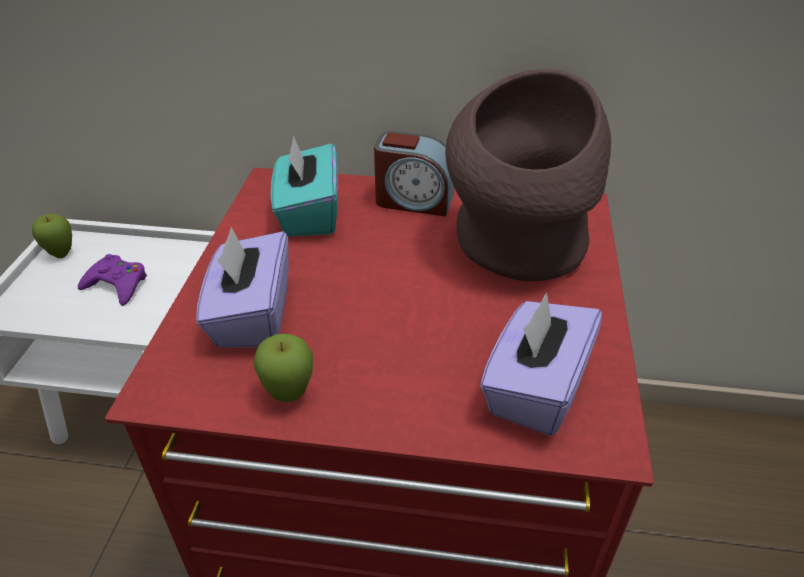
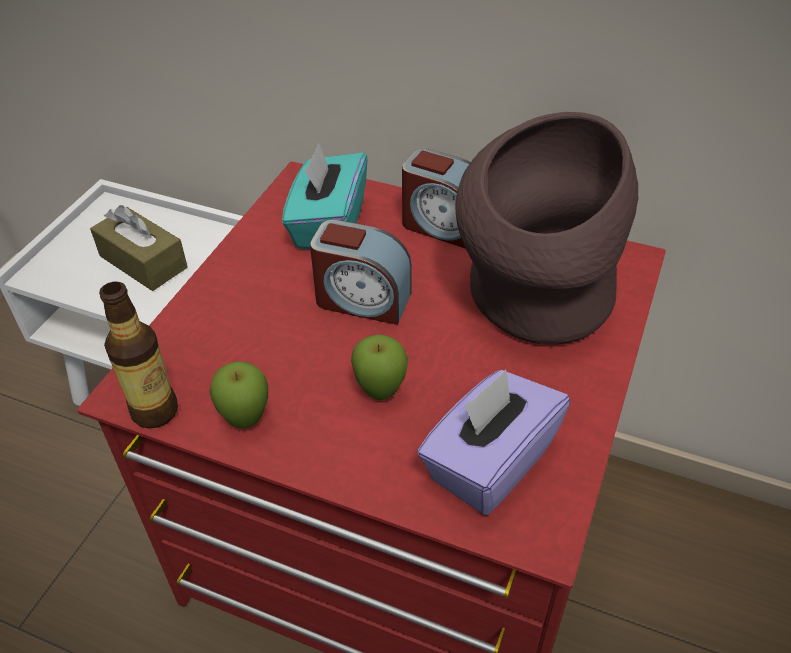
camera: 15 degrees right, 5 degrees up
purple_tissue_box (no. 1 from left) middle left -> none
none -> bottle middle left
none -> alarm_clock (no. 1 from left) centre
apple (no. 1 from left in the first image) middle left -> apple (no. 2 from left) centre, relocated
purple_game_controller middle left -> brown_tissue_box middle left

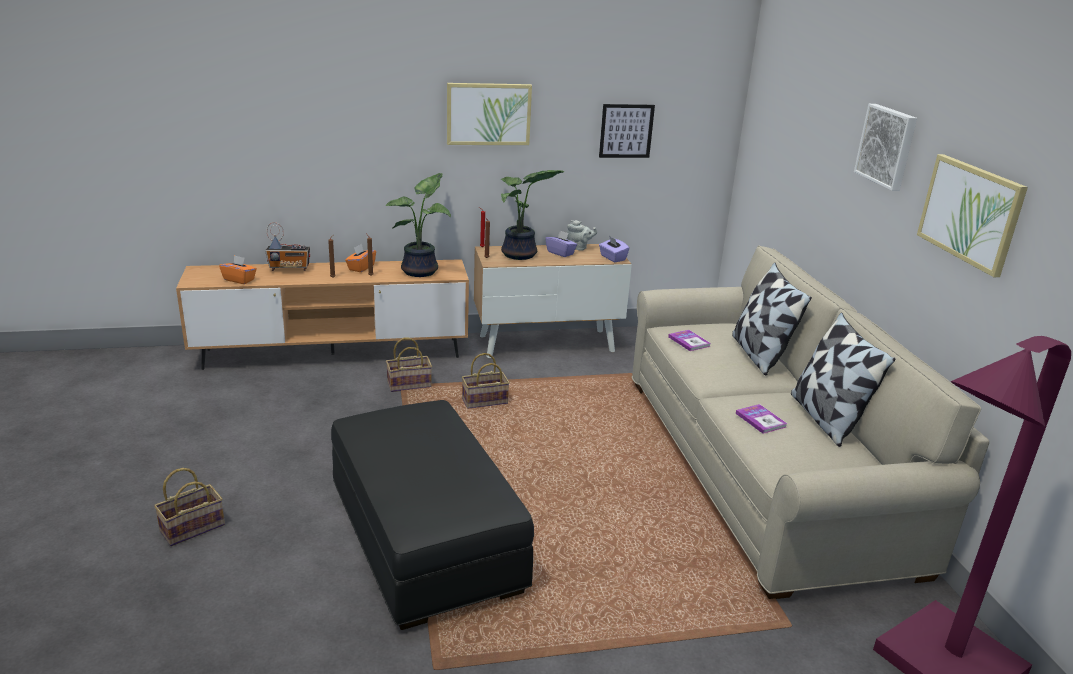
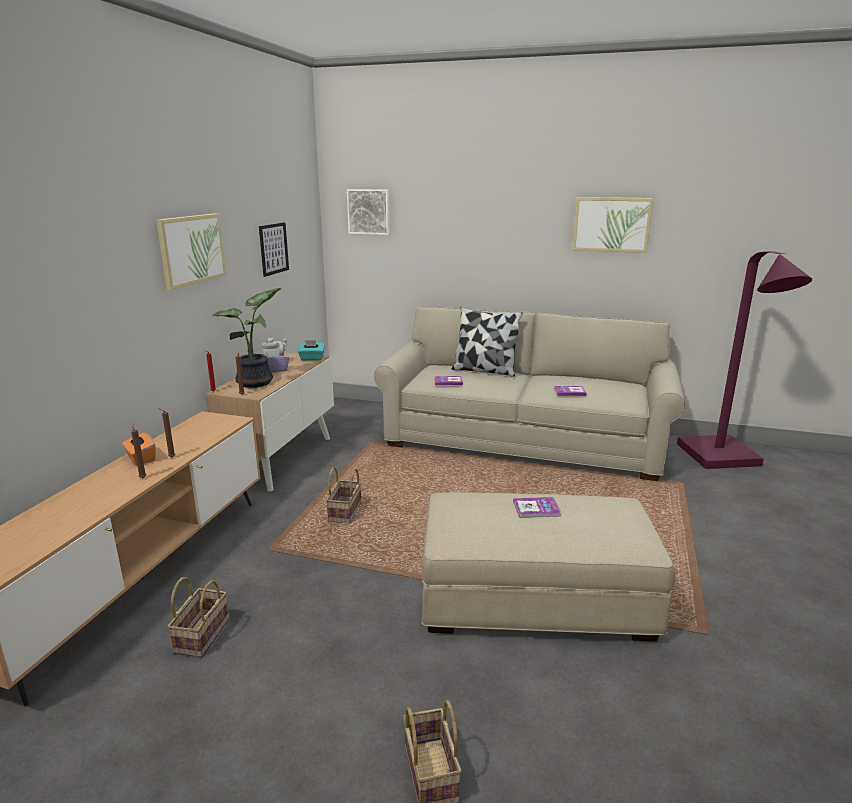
camera: 60 degrees left, 5 degrees down
orange_tissue_box (no. 1 from left) middle left -> none
radio middle left -> none
potted_plant (no. 1 from left) centre -> none
pillow (no. 2 from left) middle right -> none
none -> book (no. 2 from left) centre
basket (no. 2 from left in the first image) centre -> basket (no. 1 from left) bottom left, relocated
picture (no. 3 from left) top right -> picture (no. 3 from left) top centre, relocated
black_ottoman bottom centre -> beige_ottoman bottom centre
purple_tissue_box (no. 2 from left) centre -> turquoise_tissue_box centre

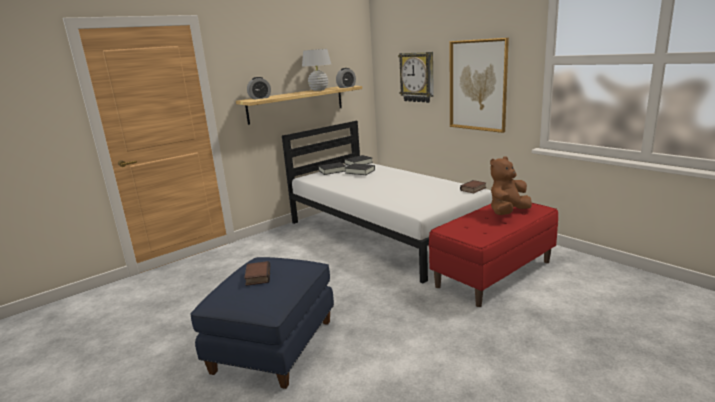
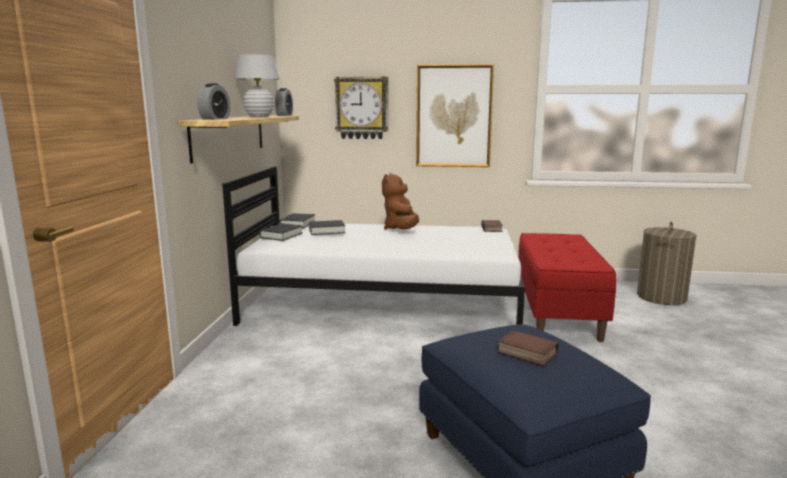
camera: 45 degrees left, 5 degrees down
none -> laundry_basket middle right
brown_plush_toy middle right -> brown_plush_toy centre, relocated

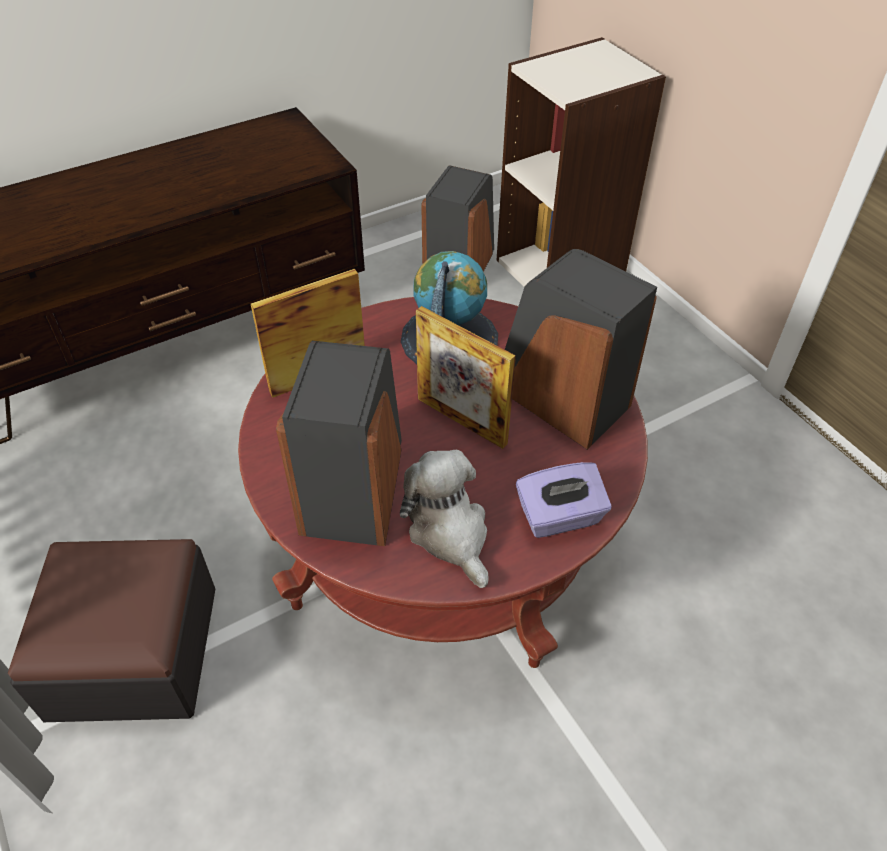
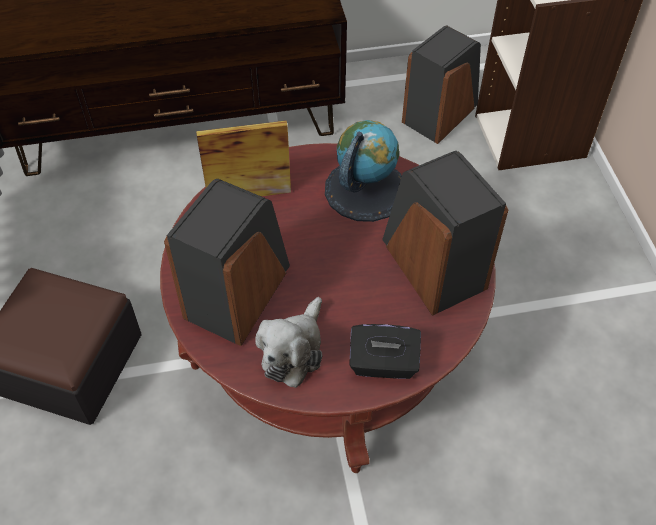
camera: 20 degrees right, 5 degrees up
picture_frame (no. 2 from left) centre -> none
purple_tissue_box centre -> black_tissue_box bottom centre
plush_toy centre, 150 degrees counterclockwise

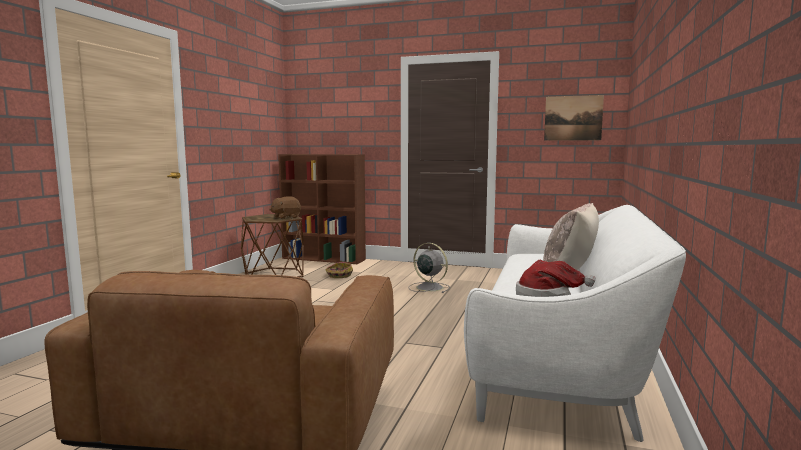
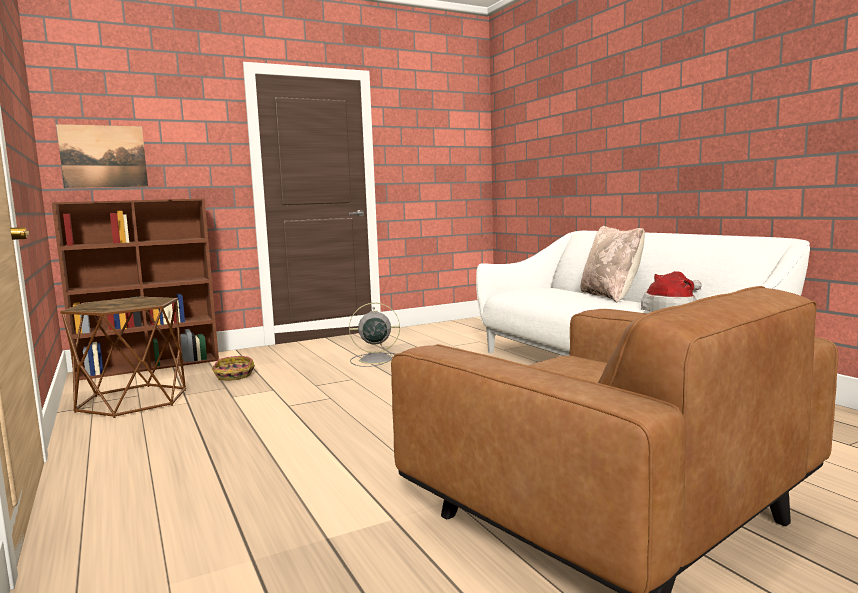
camera: 45 degrees left, 0 degrees up
brown_plush_toy centre -> none
picture top right -> picture top left, relocated

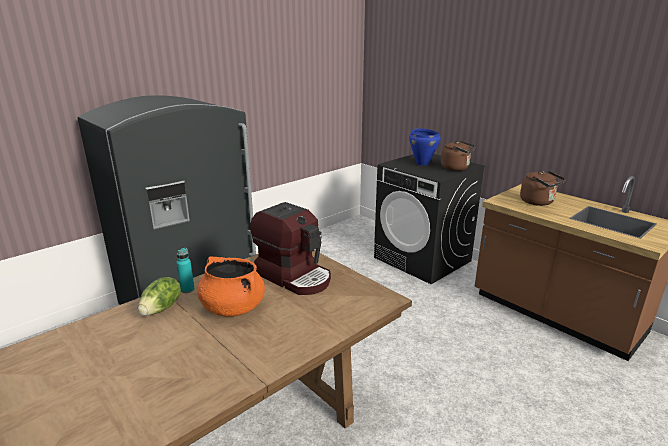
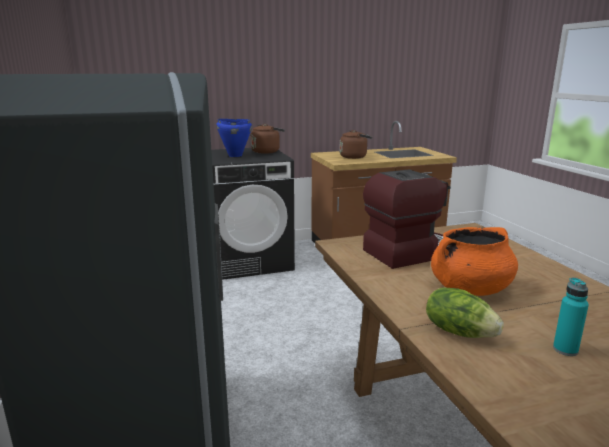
camera: 65 degrees left, 5 degrees down
turquoise_bottle middle left -> turquoise_bottle bottom right, relocated

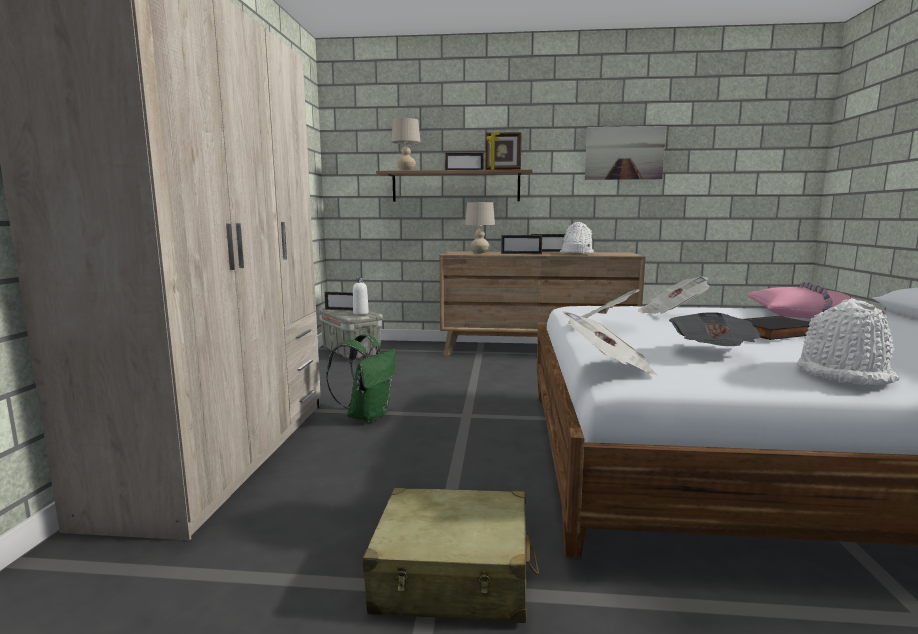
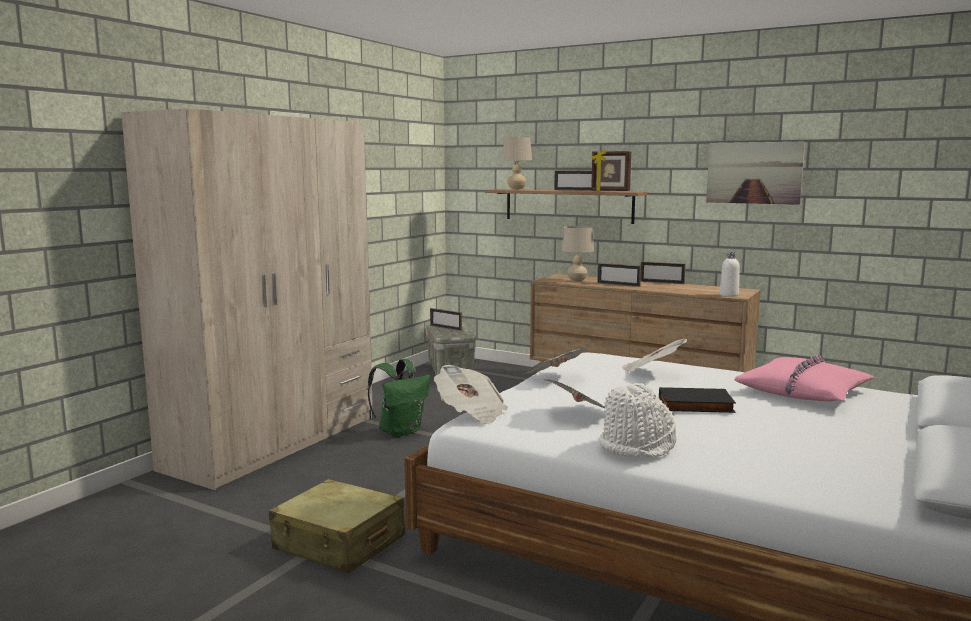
camera: 25 degrees right, 0 degrees up
white_hat (no. 1 from left) centre -> none
white_bottle centre -> white_bottle middle right, relocated

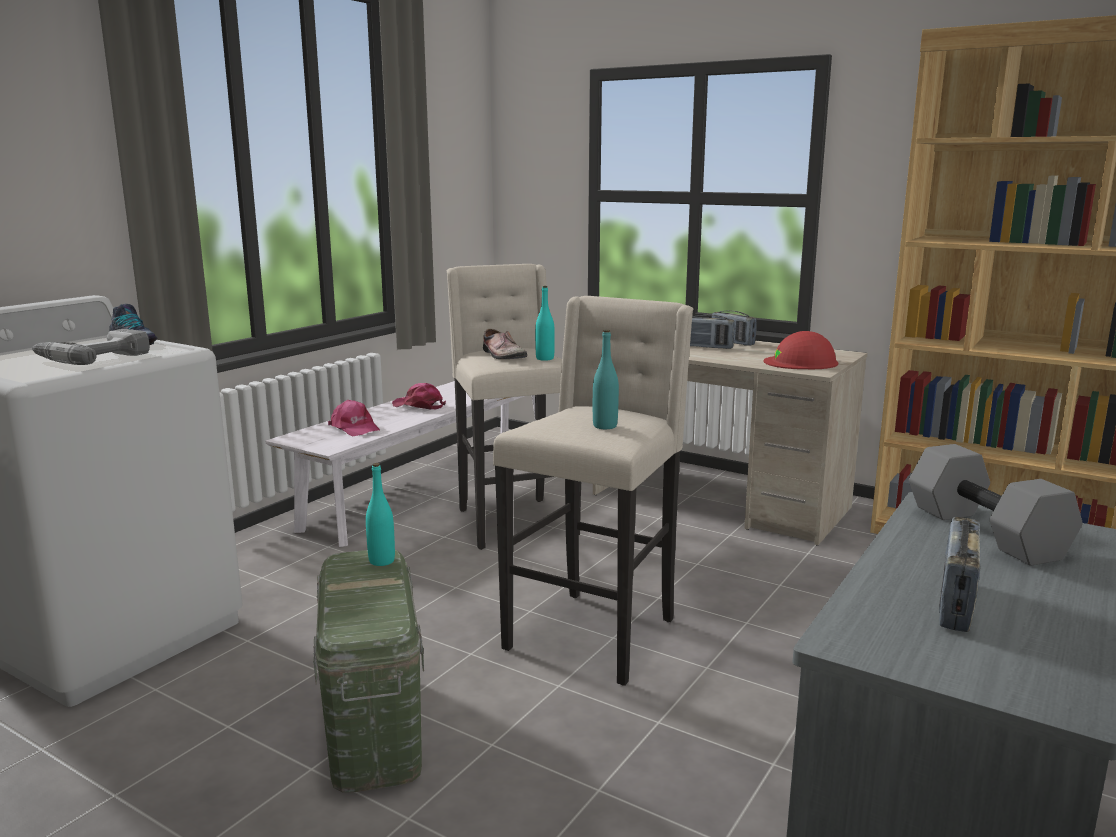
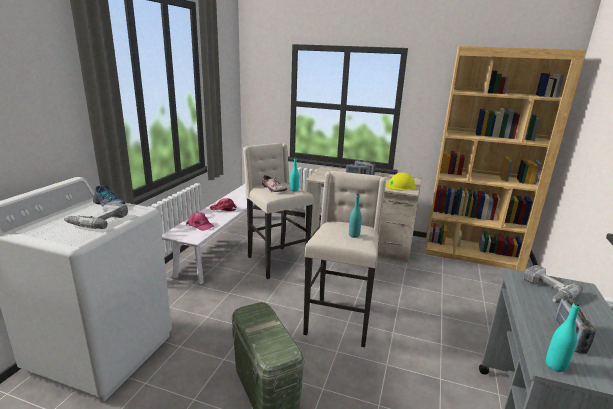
camera: 15 degrees left, 5 degrees up
turquoise_bottle (no. 1 from left in the first image) centre -> turquoise_bottle (no. 3 from left) bottom right, relocated
grey_dumbbell middle right -> power_drill (no. 2 from left) bottom right
red_hard_hat middle right -> yellow_hard_hat centre

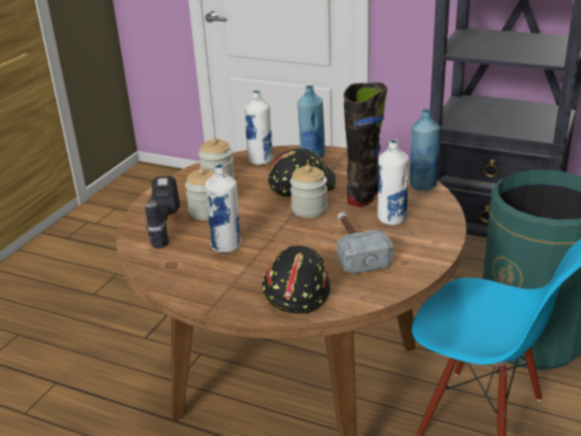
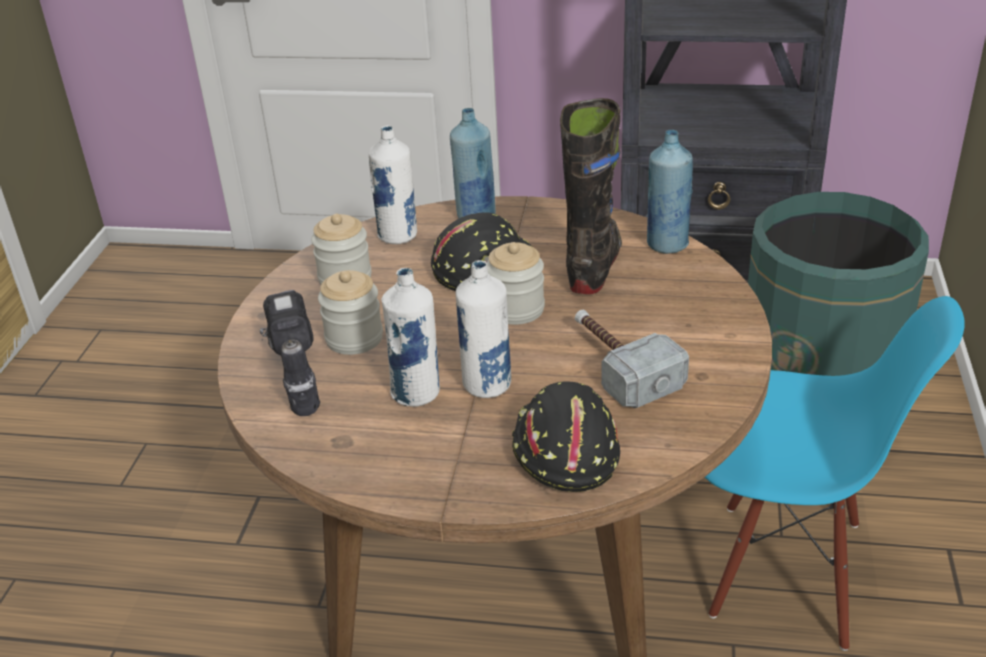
camera: 15 degrees left, 5 degrees up
white_bottle (no. 3 from left) middle right -> white_bottle (no. 3 from left) centre, relocated

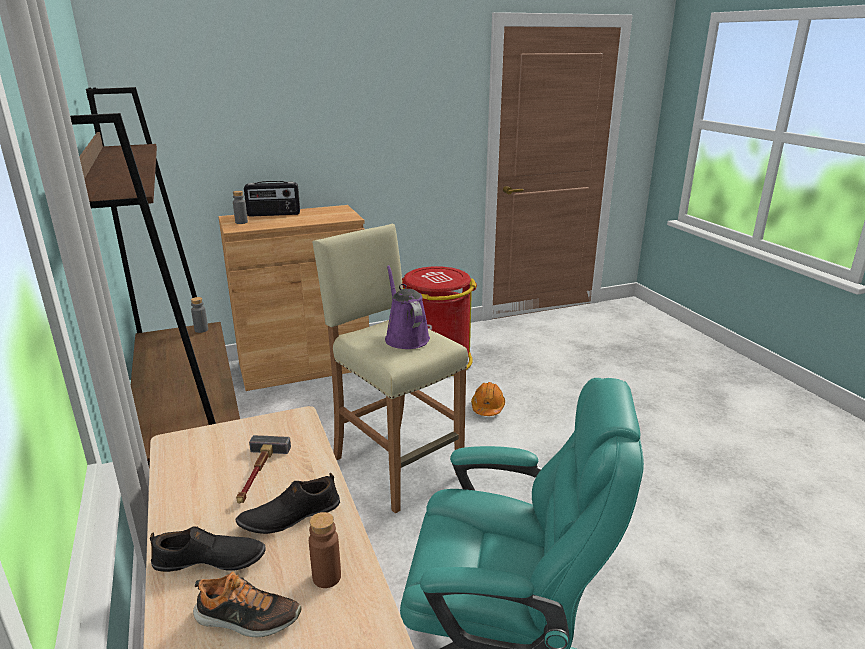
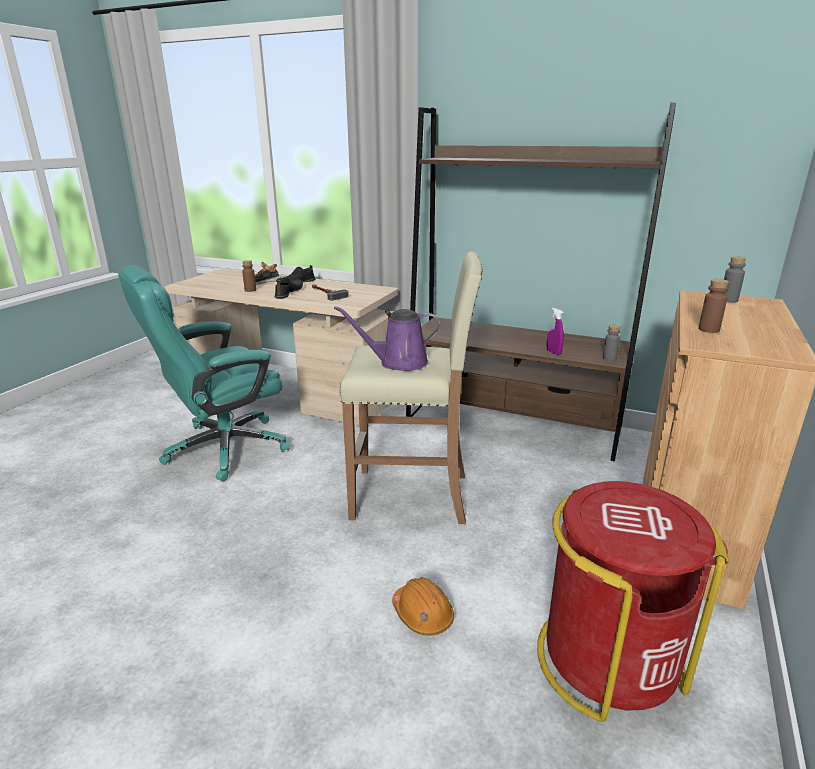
camera: 135 degrees right, 0 degrees up
radio top left -> none
none -> purple_spray_bottle middle right
none -> brown_bottle (no. 2 from left) middle right
purple_watering_can centre, 150 degrees clockwise

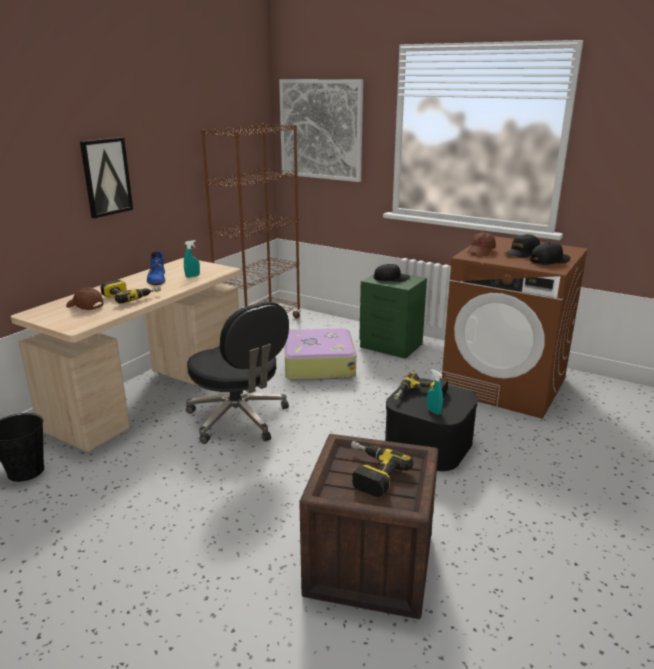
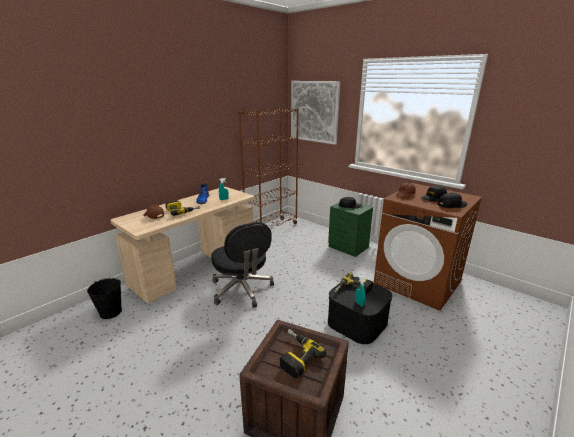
camera: 10 degrees right, 0 degrees up
picture (no. 1 from left) top left -> none
suitcase centre -> none

